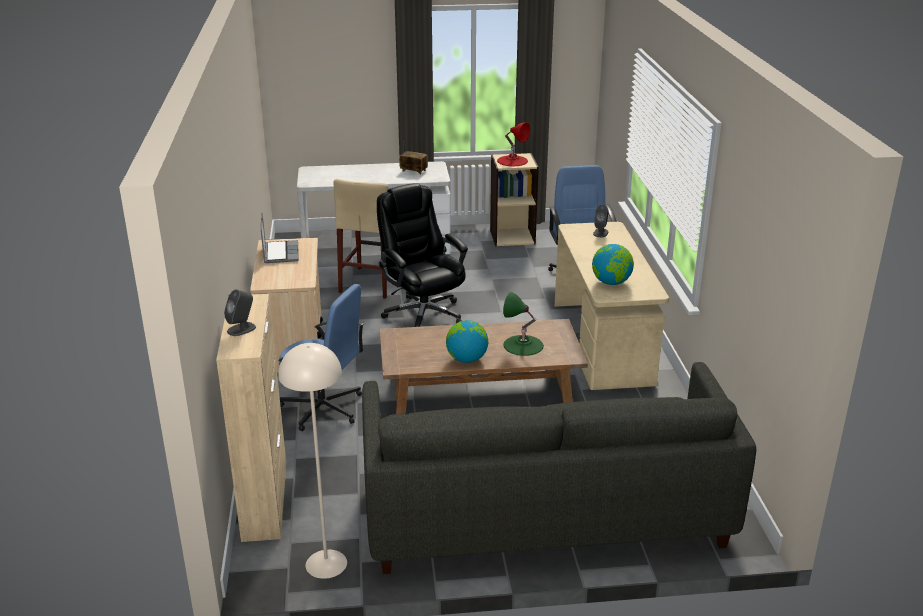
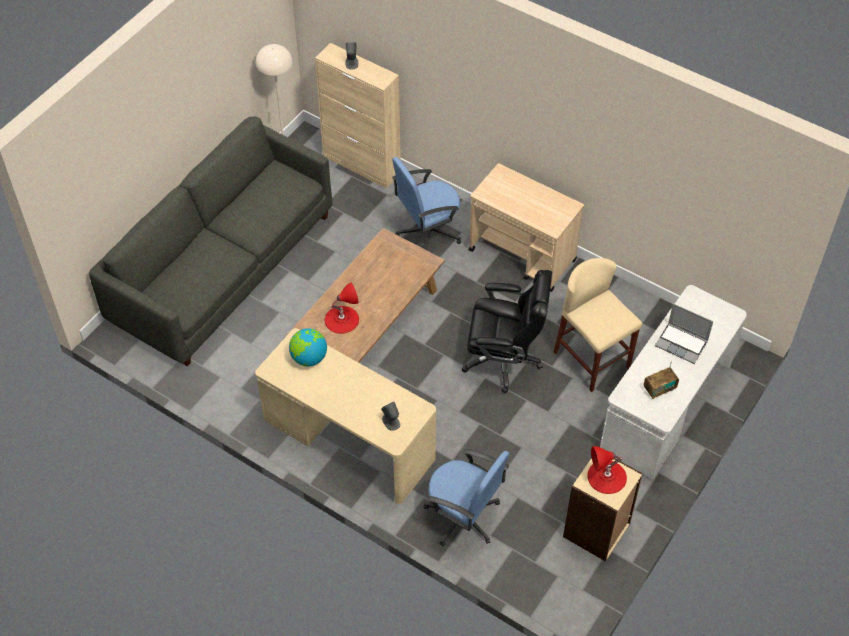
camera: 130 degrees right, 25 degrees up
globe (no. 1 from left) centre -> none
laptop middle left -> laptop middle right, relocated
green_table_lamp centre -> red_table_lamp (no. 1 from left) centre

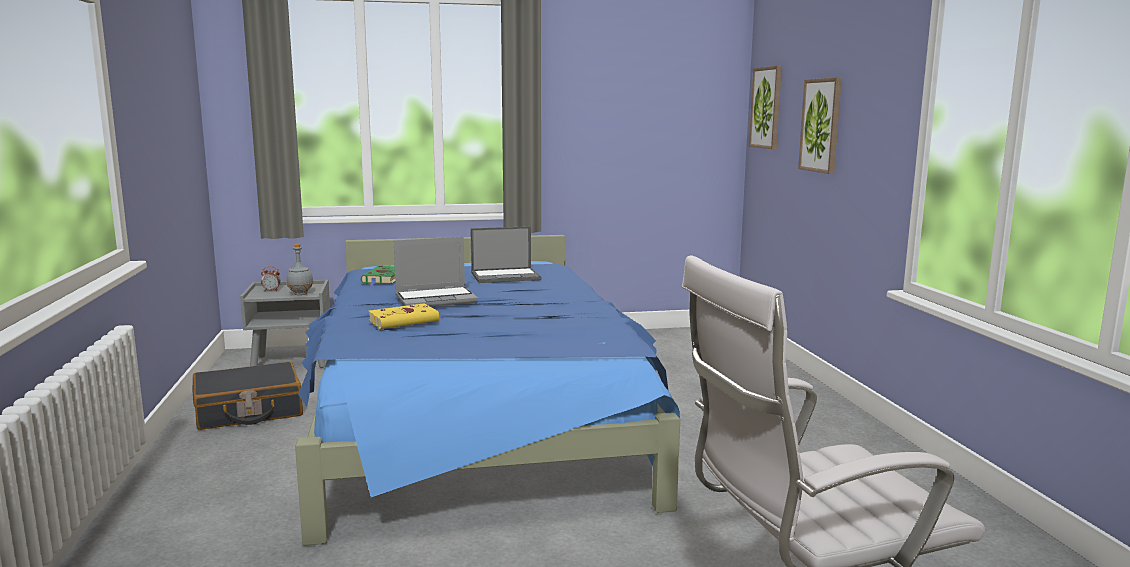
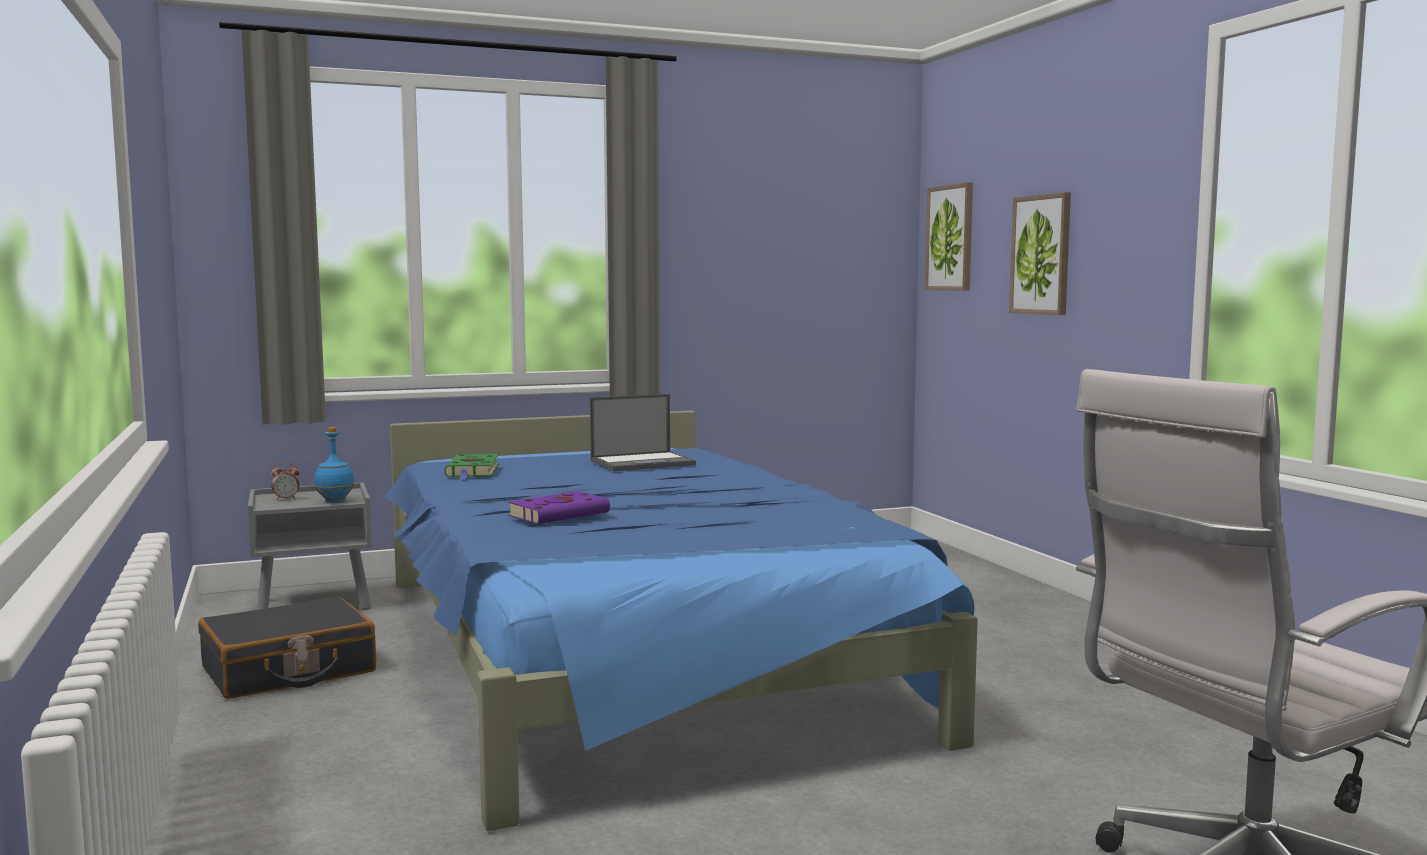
camera: 10 degrees left, 5 degrees down
laptop (no. 1 from left) centre -> none
grey_bottle middle left -> blue_bottle middle left
yellow_book centre -> purple_book centre

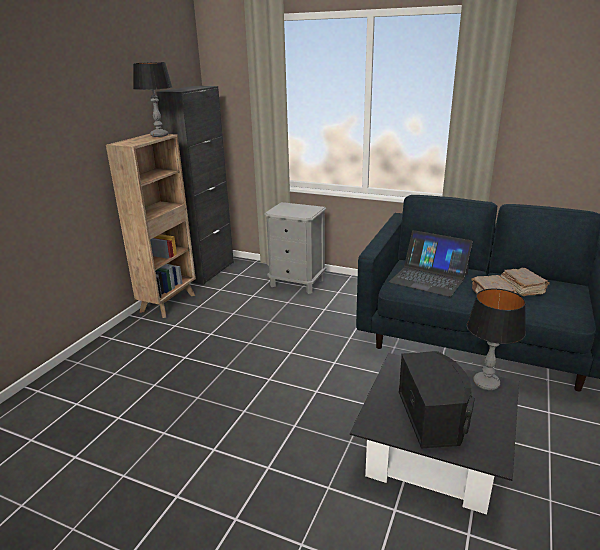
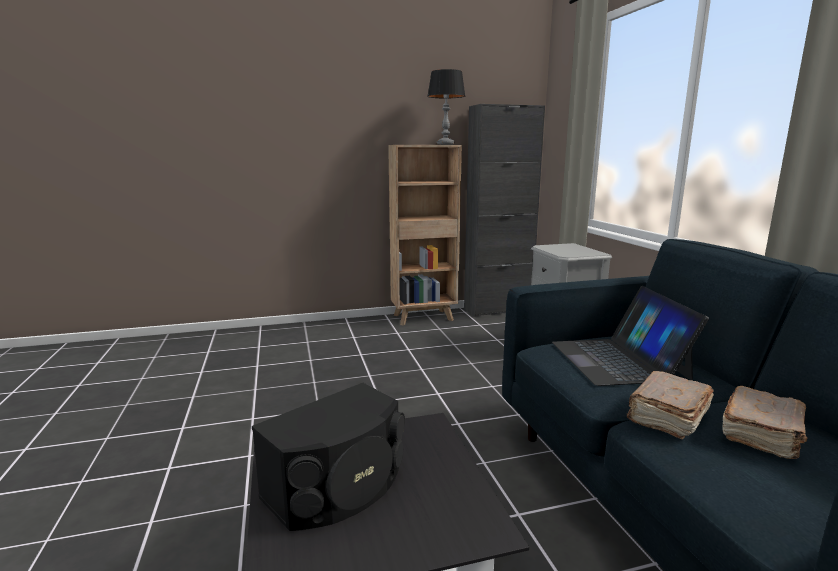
camera: 50 degrees right, 10 degrees down
table_lamp (no. 2 from left) middle right -> none

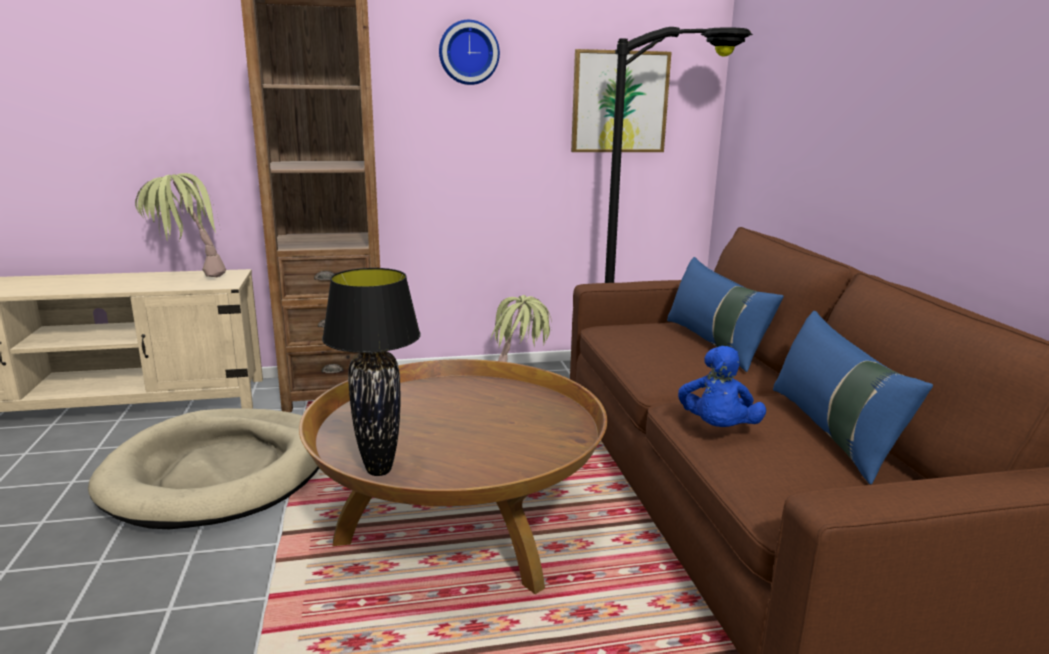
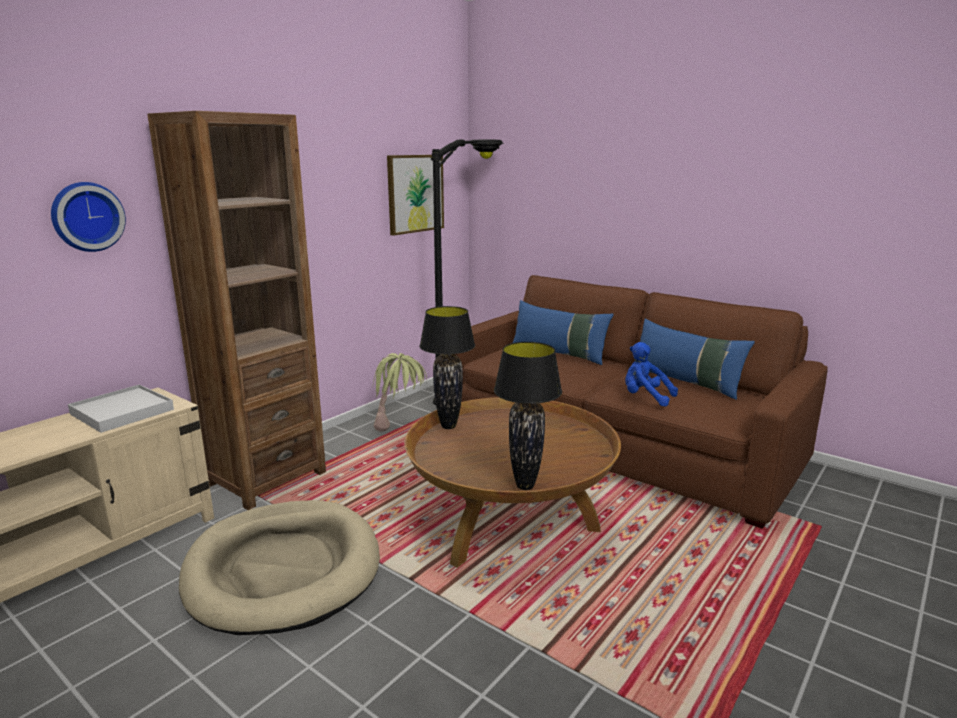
camera: 40 degrees left, 0 degrees up
none -> black_table_lamp (no. 1 from left) centre
wall_clock top centre -> wall_clock top left, relocated
potted_plant (no. 1 from left) middle left -> white_tray middle left
blue_plush_toy middle right, 150 degrees clockwise

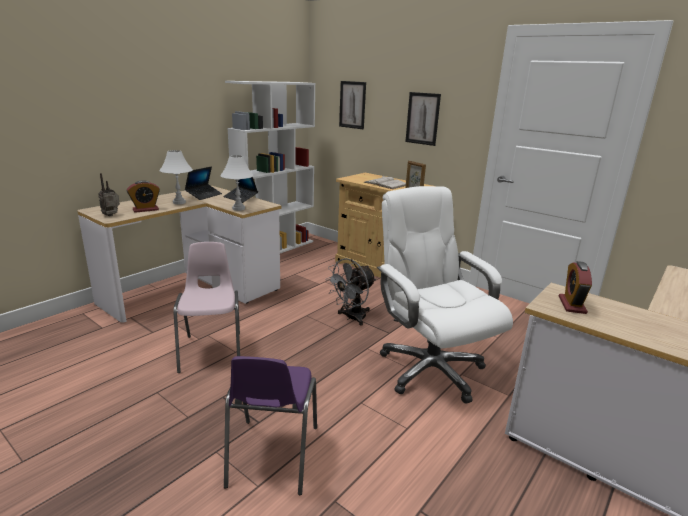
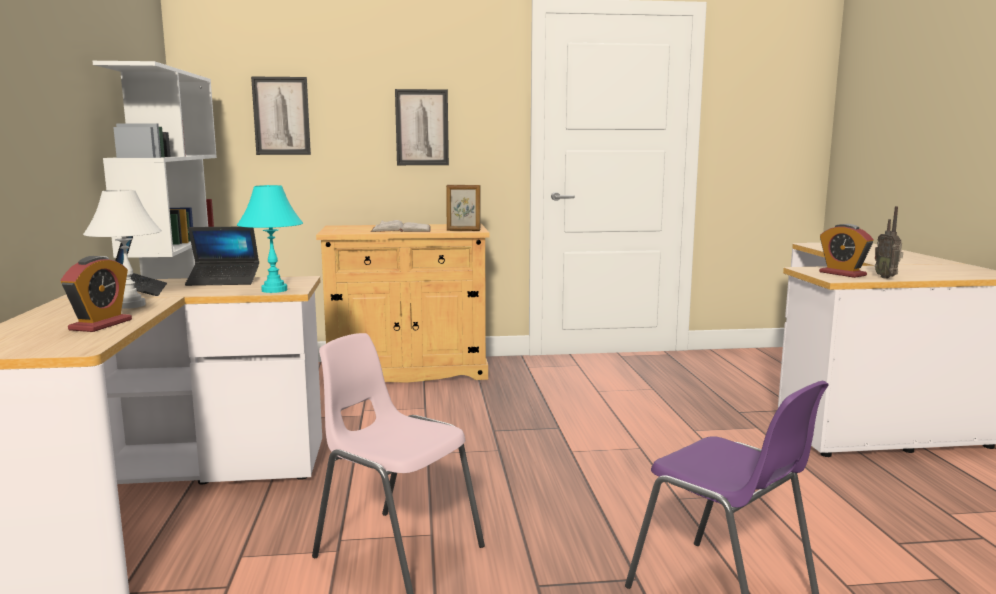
camera: 45 degrees left, 10 degrees down
grey_fan centre -> none
white_office_chair centre -> none
radio middle left -> radio middle right, relocated
white_table_lamp (no. 2 from left) centre -> turquoise_table_lamp middle left

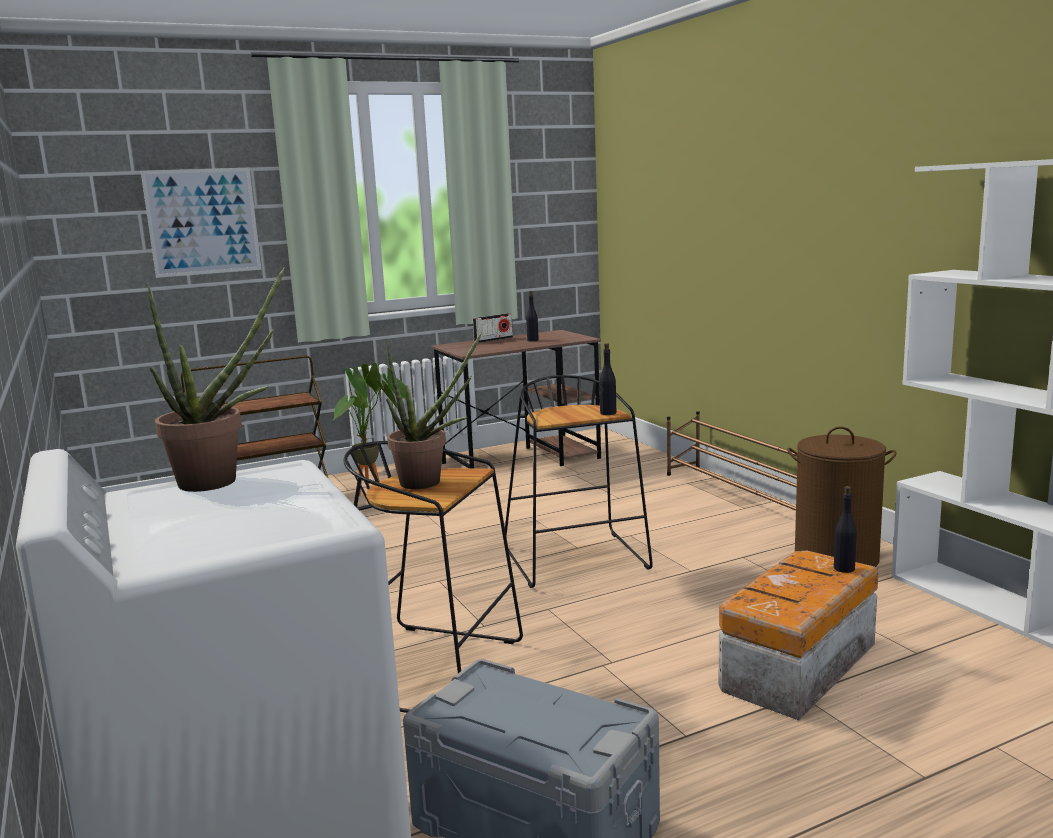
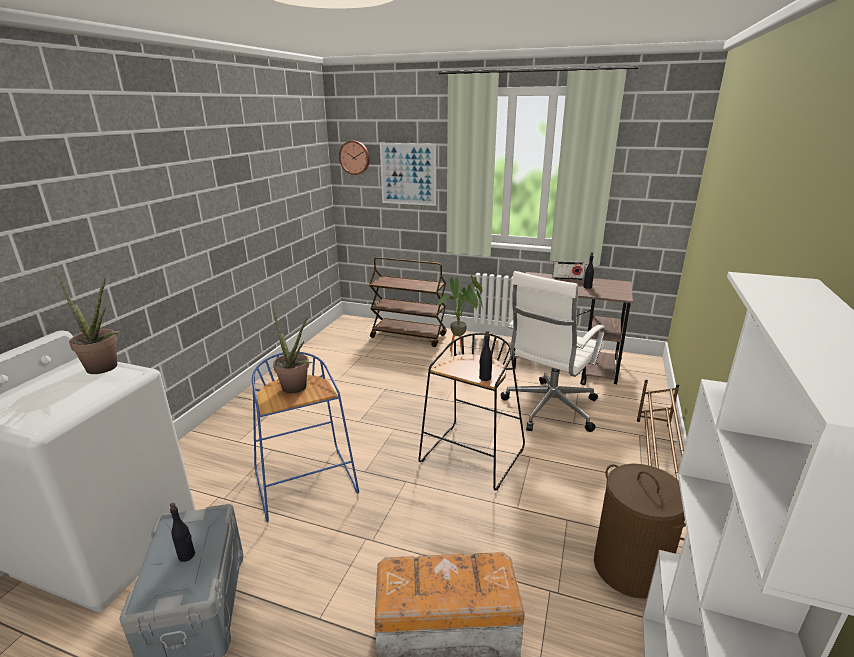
camera: 45 degrees right, 10 degrees up
none -> wall_clock top centre
none -> white_office_chair centre
black_bottle (no. 3 from left in the first image) middle right -> black_bottle (no. 1 from left) bottom left, relocated
black_stool (no. 1 from left) bottom centre -> blue_stool centre

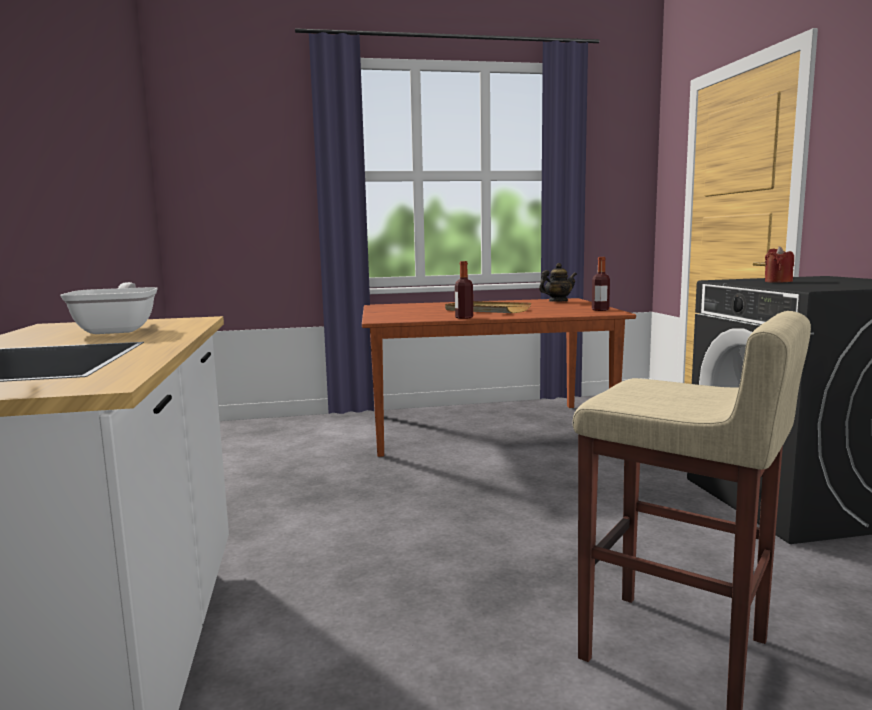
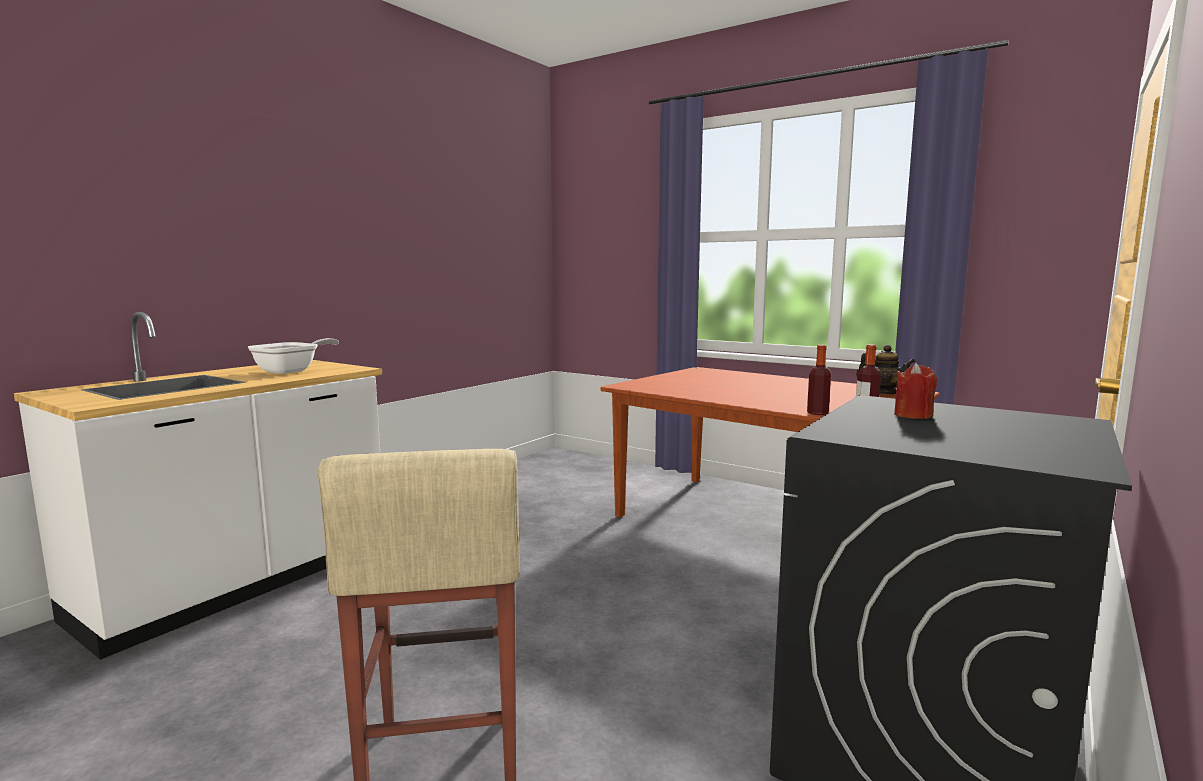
camera: 45 degrees right, 0 degrees up
beige_tray centre -> none
bottle (no. 1 from left) centre -> bottle (no. 1 from left) middle right, relocated

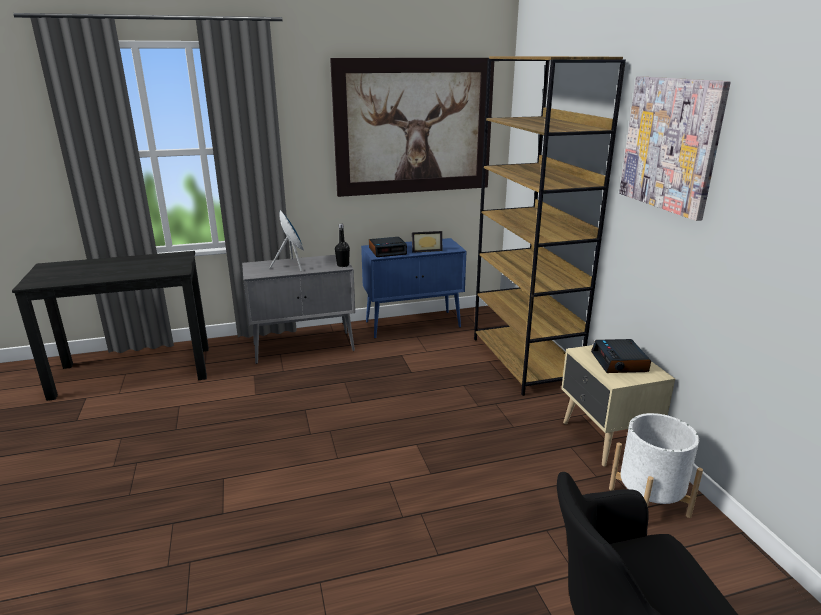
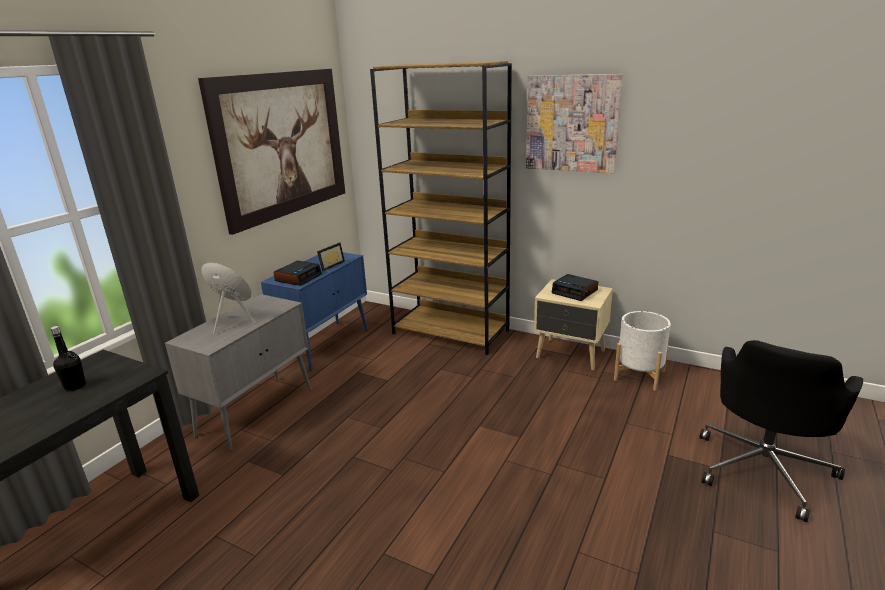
camera: 45 degrees left, 0 degrees up
black_bottle centre -> black_bottle middle left, relocated

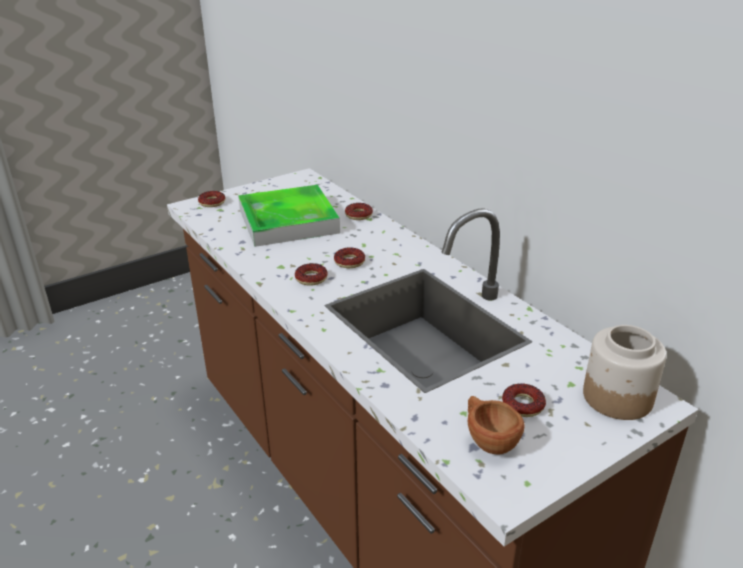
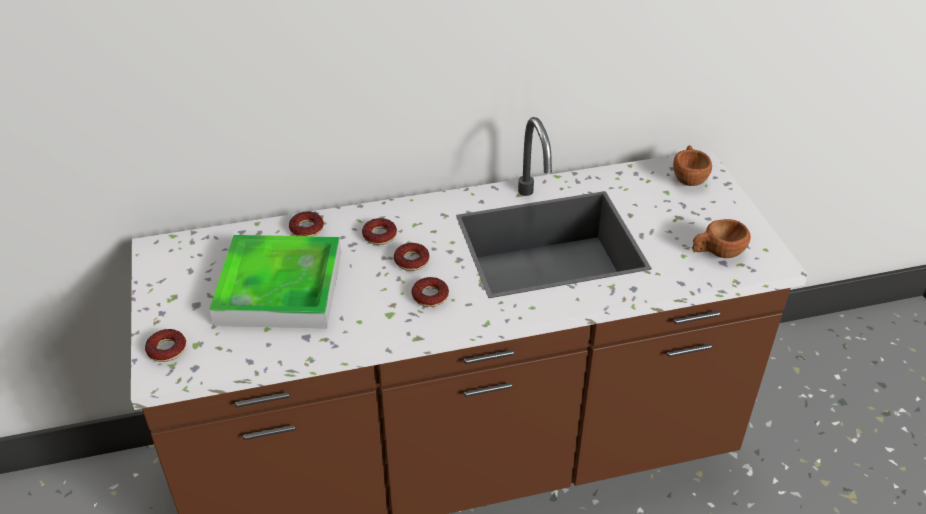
camera: 70 degrees left, 10 degrees up
donut (no. 5 from left in the first image) bottom right -> donut (no. 3 from left) centre, relocated
jar middle right -> brown_cup (no. 1 from left) top right

